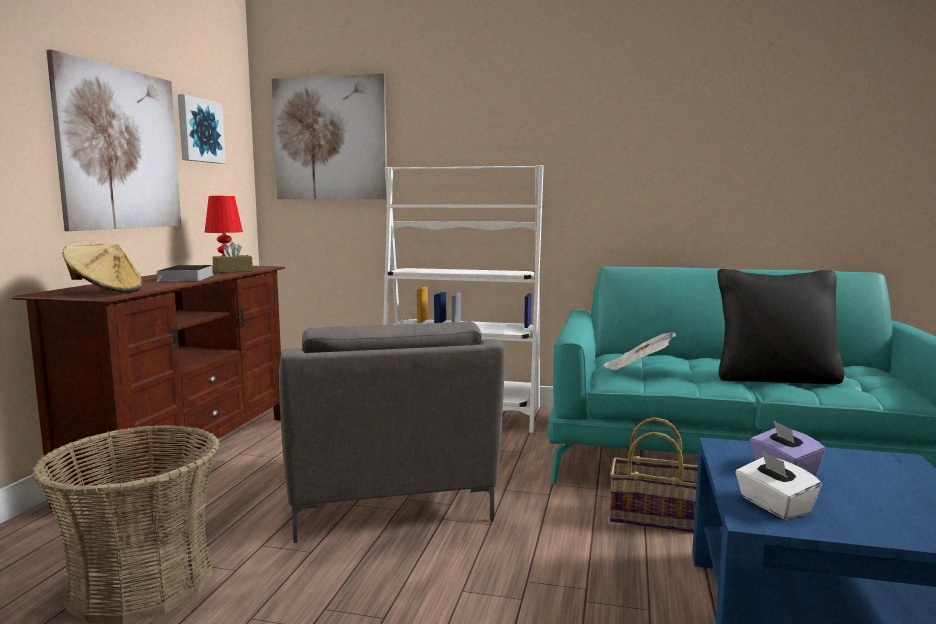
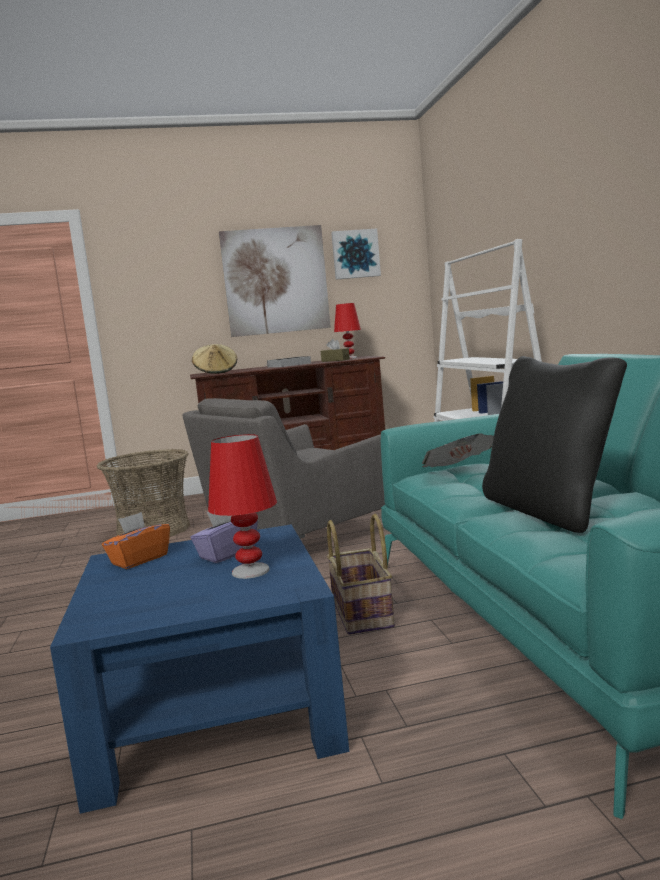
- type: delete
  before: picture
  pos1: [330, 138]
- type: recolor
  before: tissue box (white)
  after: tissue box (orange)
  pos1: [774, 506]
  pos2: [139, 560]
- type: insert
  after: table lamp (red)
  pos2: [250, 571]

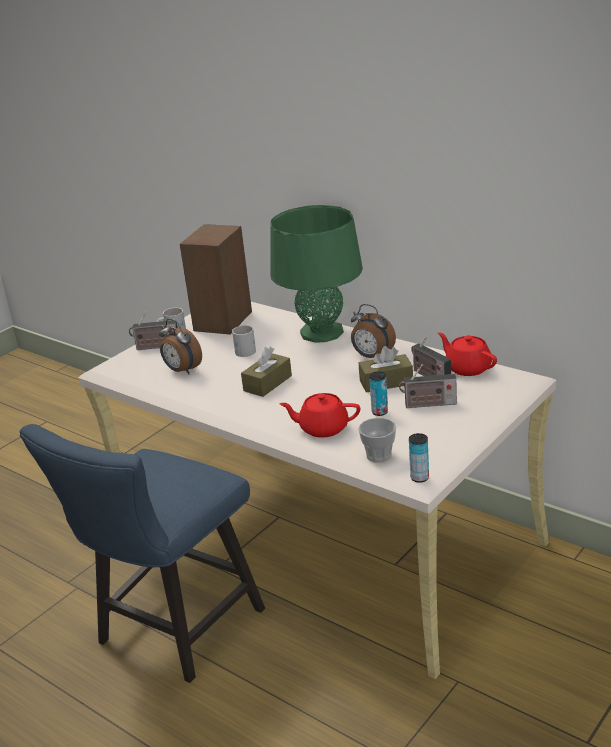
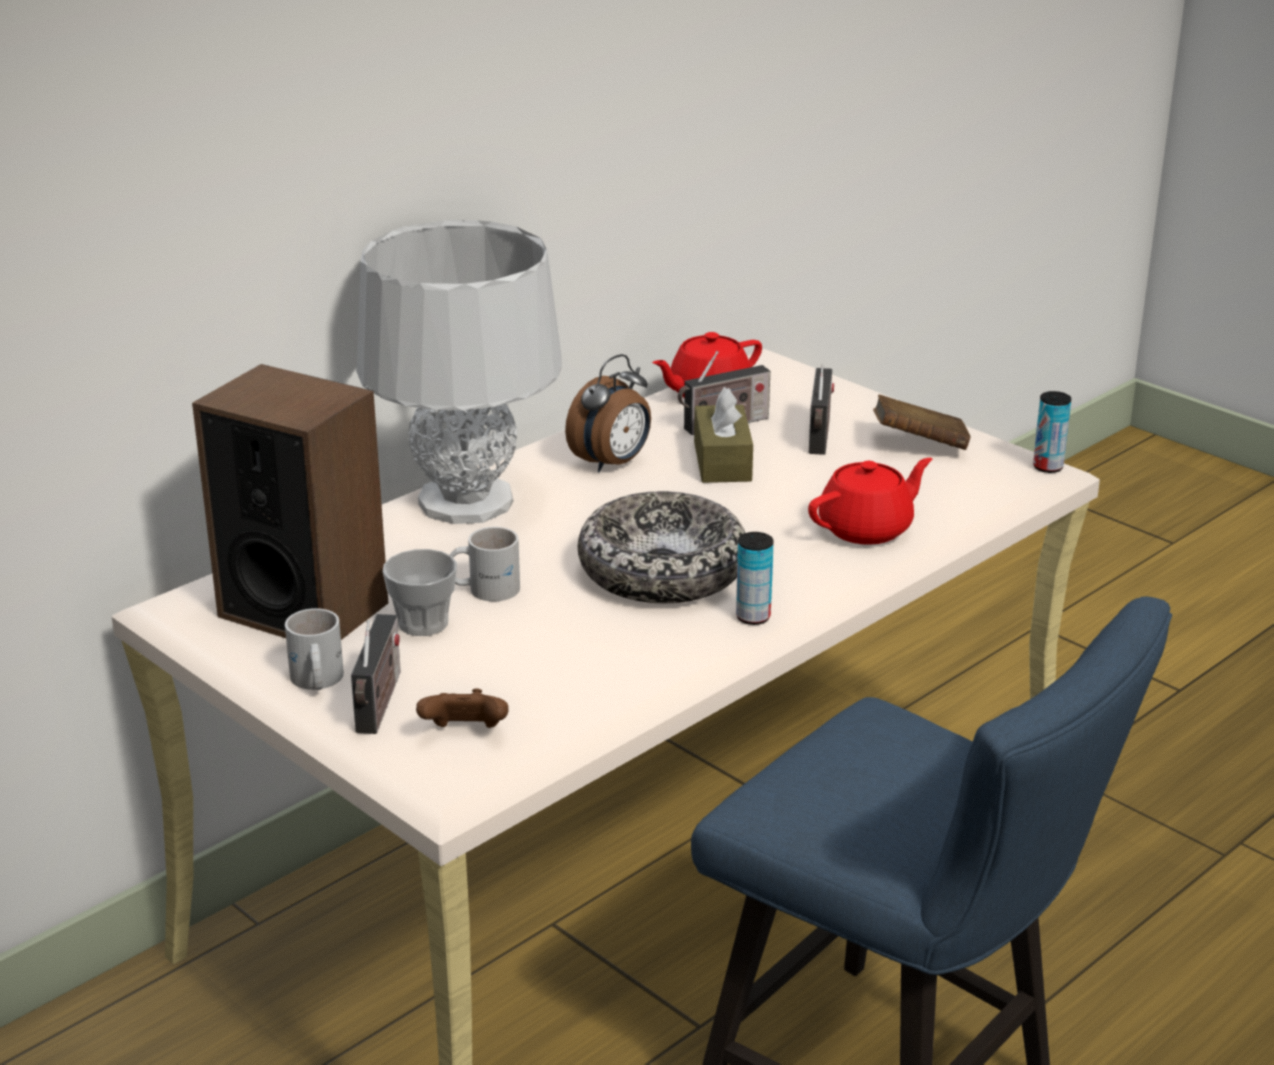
- type: delete
  before: alarm clock
  pos1: [182, 370]
- type: replace
  before: tissue box (brown)
  after: bowl
  pos1: [267, 383]
  pos2: [662, 571]
- type: recolor
  before: table lamp (green)
  after: table lamp (grey)
  pos1: [321, 332]
  pos2: [465, 501]
- type: rotate
  before: teapot (red)
  pos1: [323, 428]
  pos2: [867, 529]
  turn: -135
- type: move
  before: cup
  pos1: [379, 455]
  pos2: [423, 623]
- type: move
  before: can
  pos1: [379, 412]
  pos2: [753, 617]
- type: insert
  after: game controller (brown)
  pos2: [465, 733]
- type: insert
  after: book (brown)
  pos2: [919, 445]

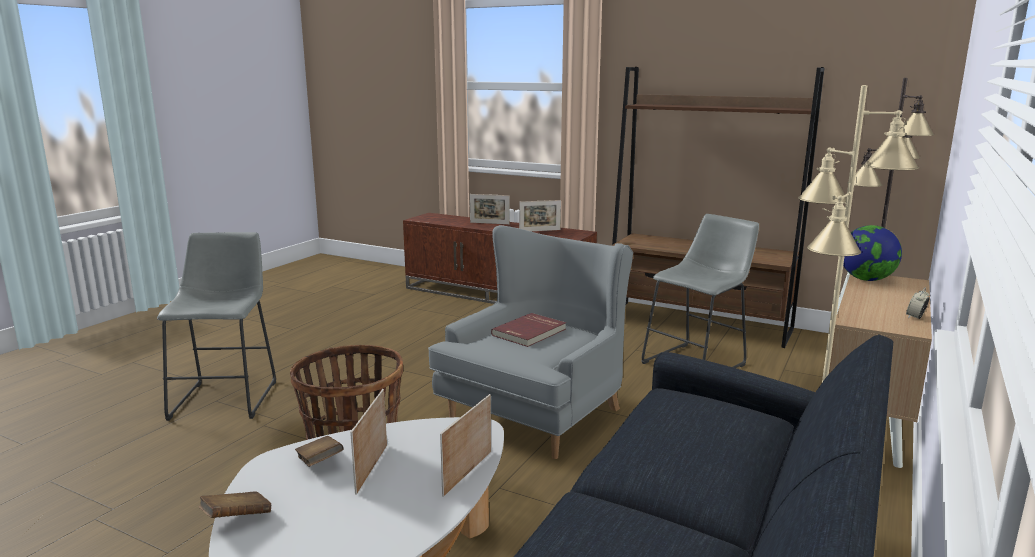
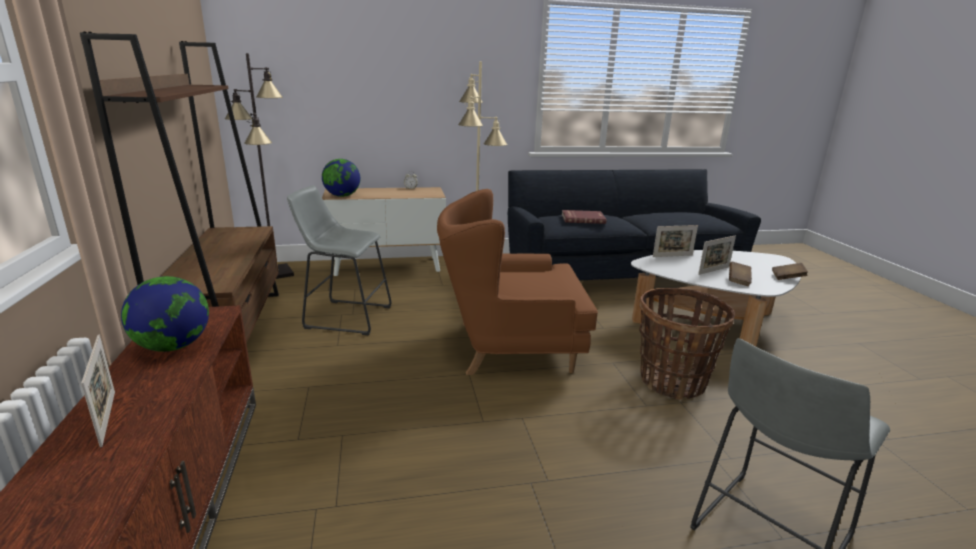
- type: recolor
  before: armchair (grey)
  after: armchair (brown)
  pos1: [538, 413]
  pos2: [509, 346]
- type: move
  before: book (red)
  pos1: [530, 332]
  pos2: [583, 218]
- type: replace
  before: picture frame
  after: globe
  pos1: [540, 230]
  pos2: [173, 346]

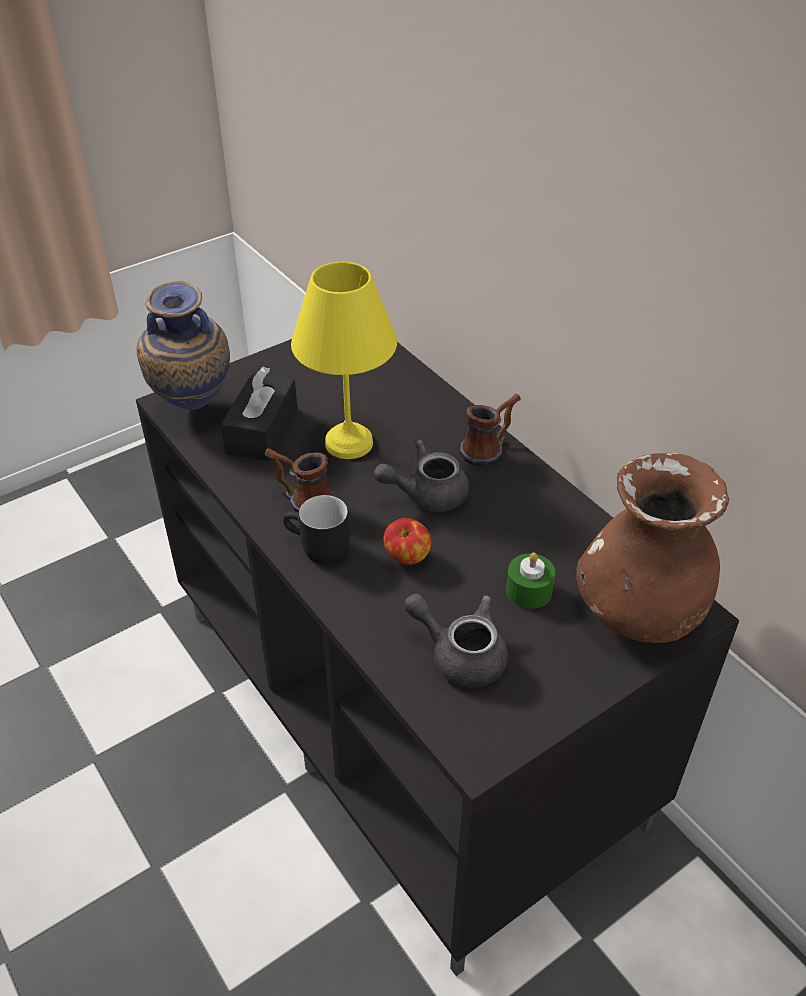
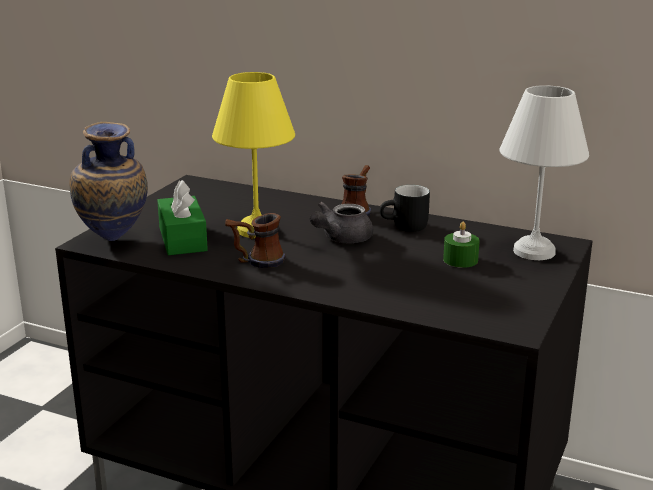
- type: recolor
  before: tissue box (black)
  after: tissue box (green)
  pos1: [262, 430]
  pos2: [182, 239]
- type: move
  before: mug (black)
  pos1: [317, 549]
  pos2: [405, 227]
- type: delete
  before: apple
  pos1: [407, 557]
- type: delete
  before: teapot (grey)
  pos1: [460, 654]
- type: replace
  before: vase (brown)
  after: table lamp (white)
  pos1: [639, 612]
  pos2: [535, 251]

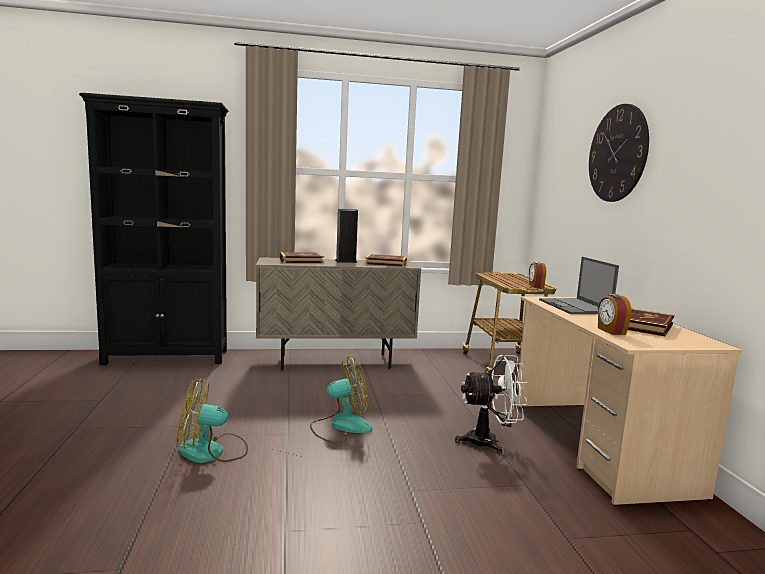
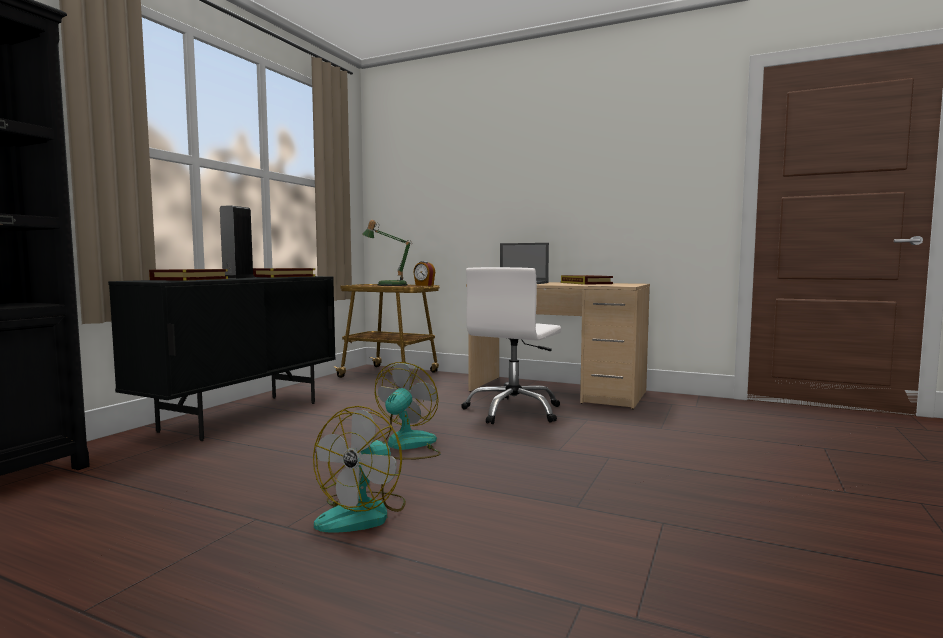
- type: recolor
  before: cabinet (beige)
  after: cabinet (black)
  pos1: [335, 362]
  pos2: [243, 416]
- type: replace
  before: fan (white)
  after: office chair (white)
  pos1: [489, 441]
  pos2: [513, 411]
- type: delete
  before: wall clock
  pos1: [617, 153]
- type: delete
  before: alarm clock
  pos1: [611, 331]
- type: insert
  after: table lamp
  pos2: [388, 285]

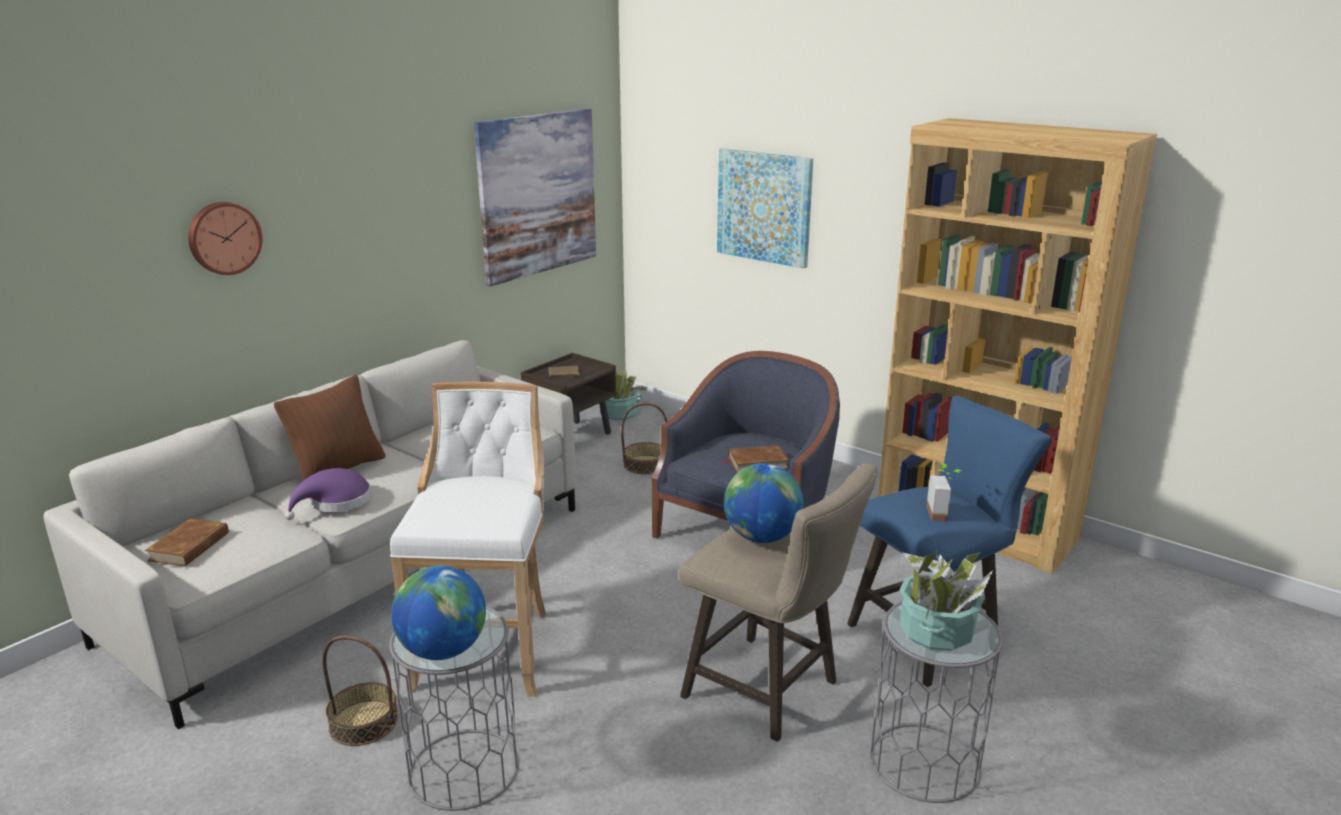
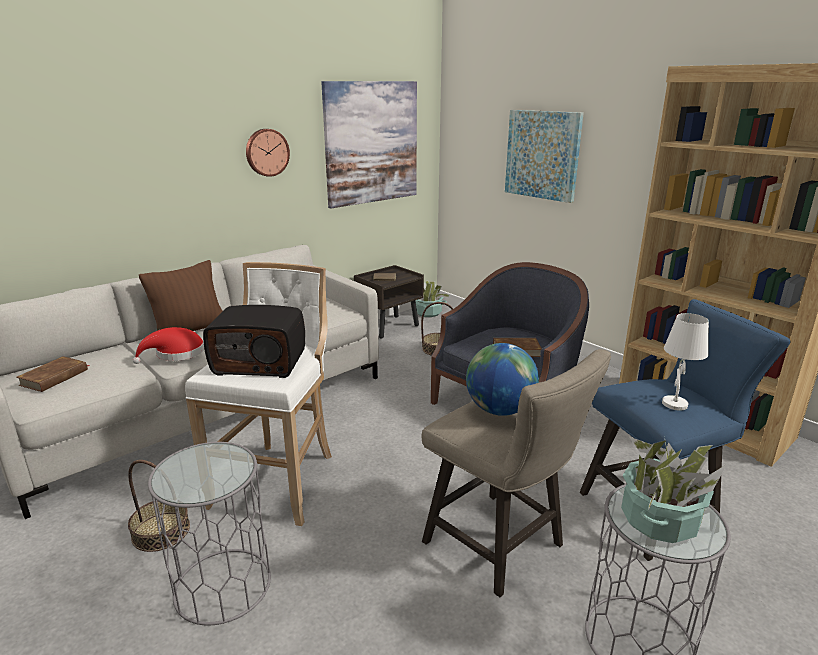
- type: move
  before: wall clock
  pos1: [223, 238]
  pos2: [266, 152]
- type: recolor
  before: hat (purple)
  after: hat (red)
  pos1: [335, 502]
  pos2: [176, 354]
- type: delete
  before: globe
  pos1: [443, 650]
- type: replace
  before: potted plant
  after: table lamp (white)
  pos1: [943, 513]
  pos2: [674, 403]
- type: insert
  after: radio
  pos2: [260, 363]

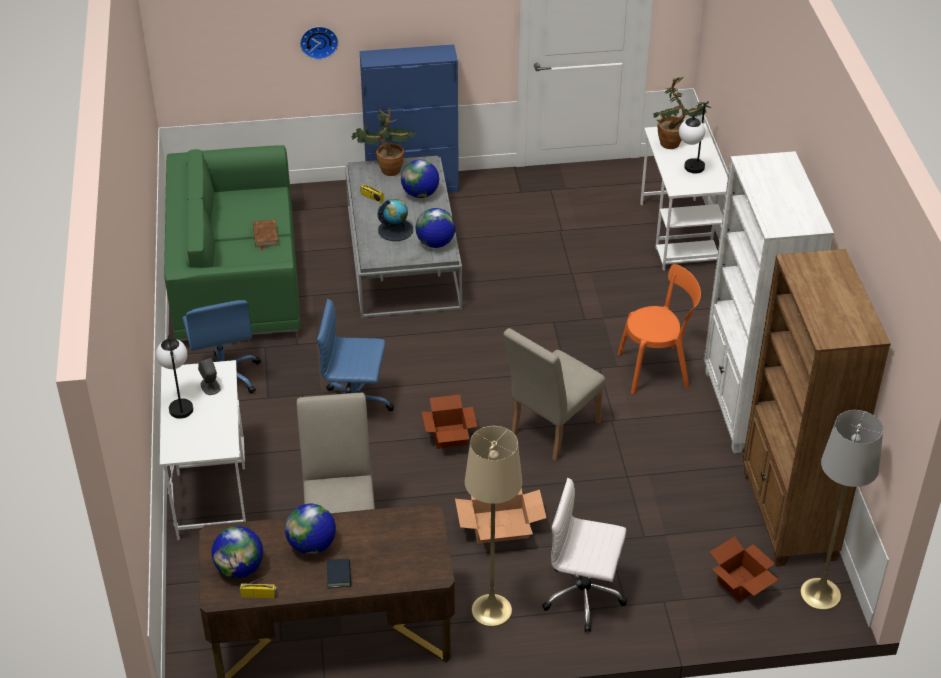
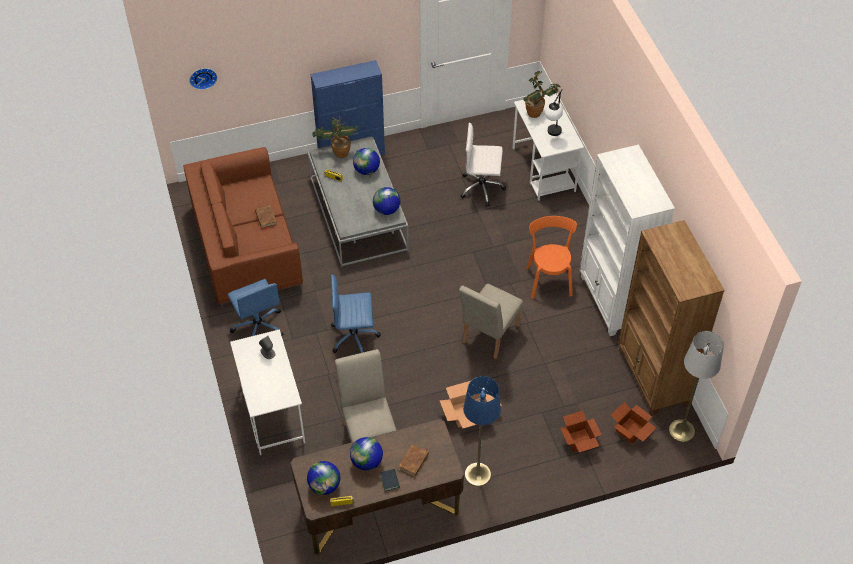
- type: delete
  before: table lamp
  pos1: [179, 403]
- type: recolor
  before: sofa (green)
  after: sofa (brown)
  pos1: [235, 277]
  pos2: [245, 246]
- type: move
  before: wall clock
  pos1: [319, 41]
  pos2: [202, 77]
- type: delete
  before: globe
  pos1: [395, 230]
- type: move
  before: cardboard box
  pos1: [449, 437]
  pos2: [579, 441]
- type: recolor
  before: floor lamp (beige)
  after: floor lamp (blue)
  pos1: [491, 611]
  pos2: [477, 474]
- type: move
  before: office chair (white)
  pos1: [585, 596]
  pos2: [482, 188]
- type: rotate
  before: chair (orange)
  pos1: [657, 369]
  pos2: [548, 279]
  turn: -75
- type: insert
  after: book (brown)
  pos2: [413, 461]

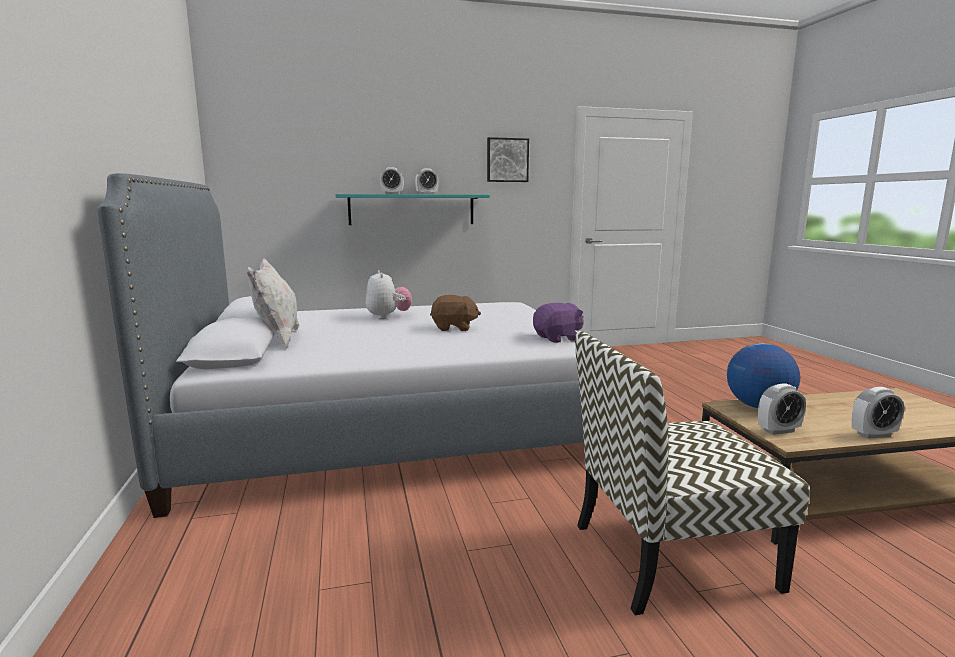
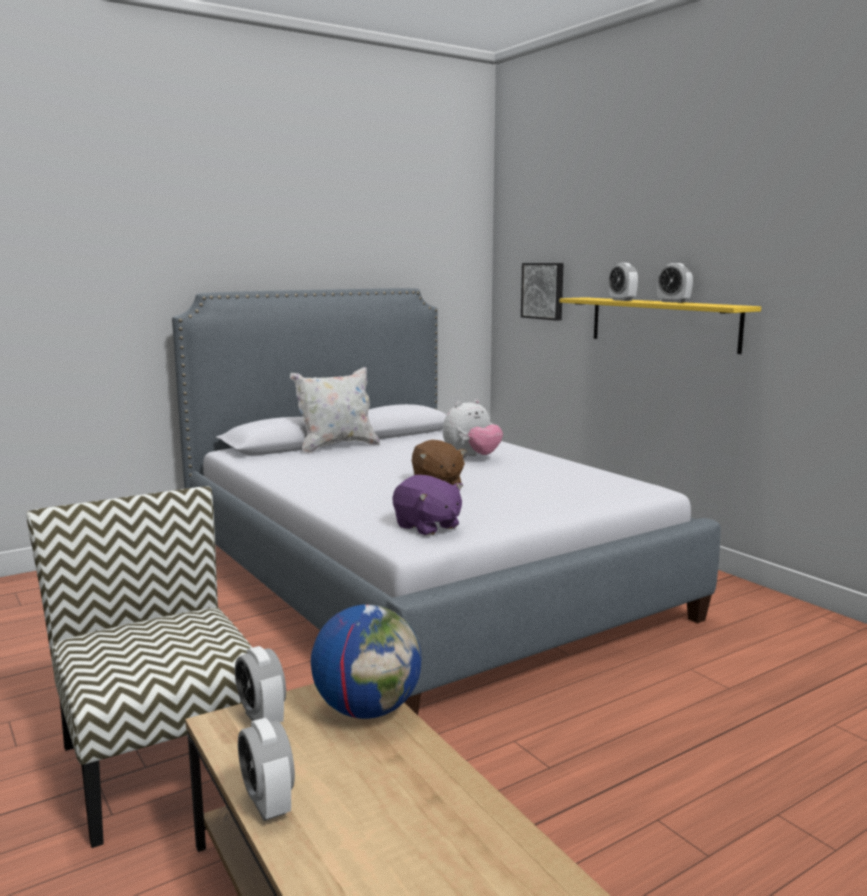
- type: recolor
  before: shelf (turquoise)
  after: shelf (yellow)
  pos1: [412, 209]
  pos2: [662, 323]
- type: move
  before: picture
  pos1: [507, 160]
  pos2: [543, 291]

